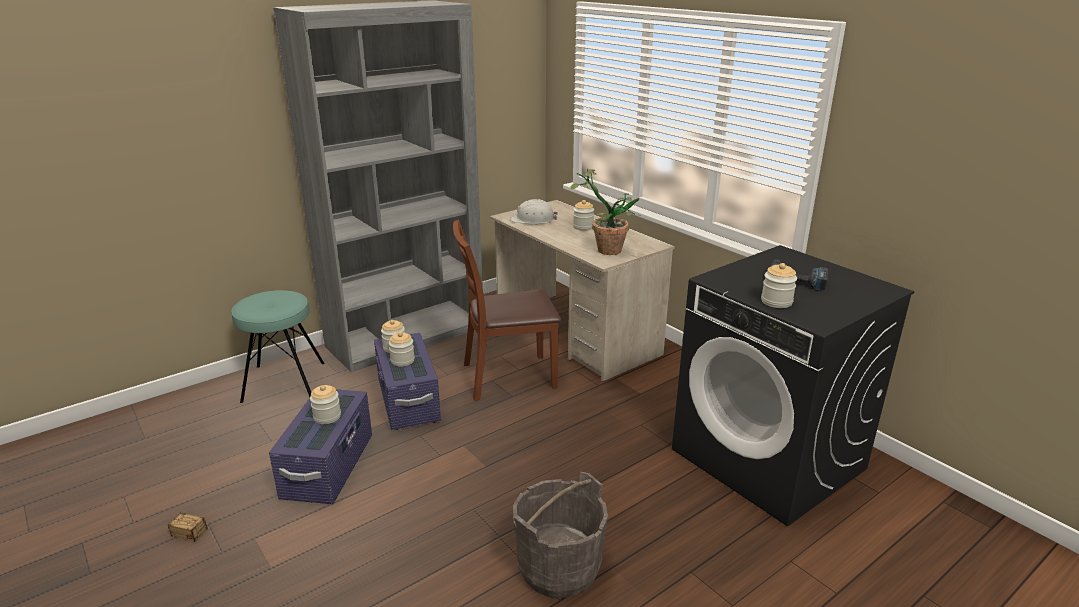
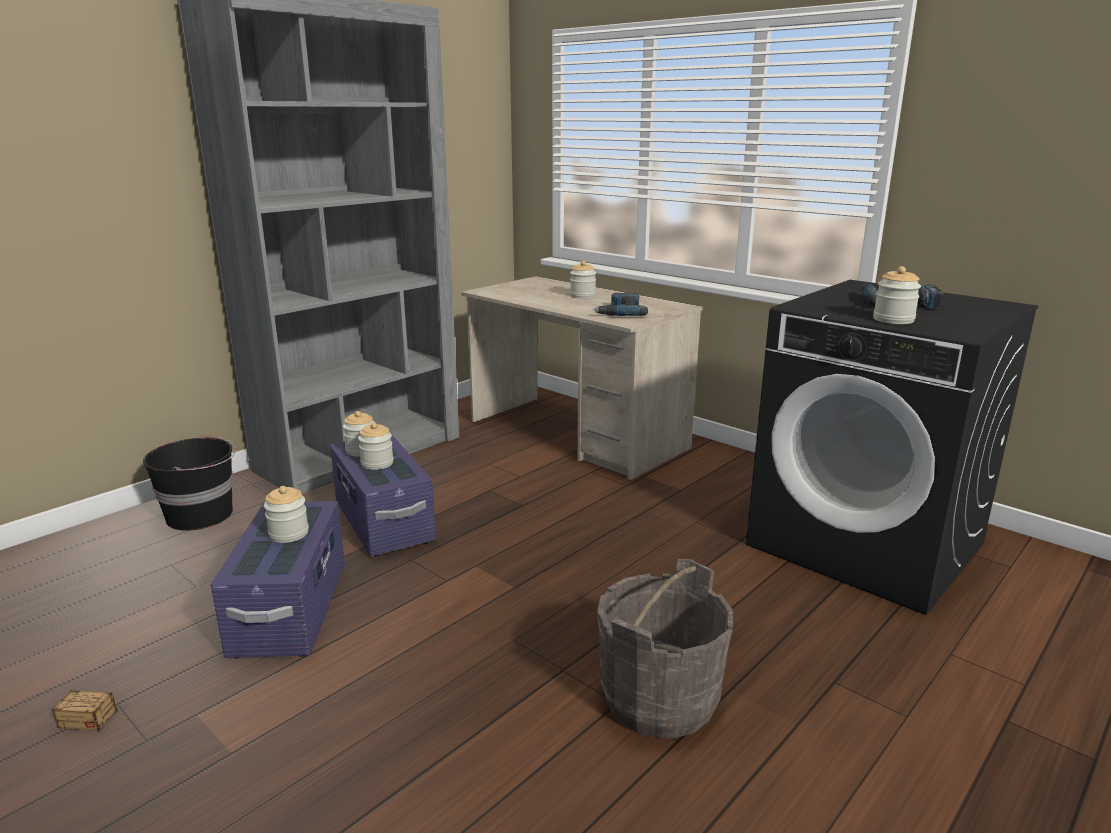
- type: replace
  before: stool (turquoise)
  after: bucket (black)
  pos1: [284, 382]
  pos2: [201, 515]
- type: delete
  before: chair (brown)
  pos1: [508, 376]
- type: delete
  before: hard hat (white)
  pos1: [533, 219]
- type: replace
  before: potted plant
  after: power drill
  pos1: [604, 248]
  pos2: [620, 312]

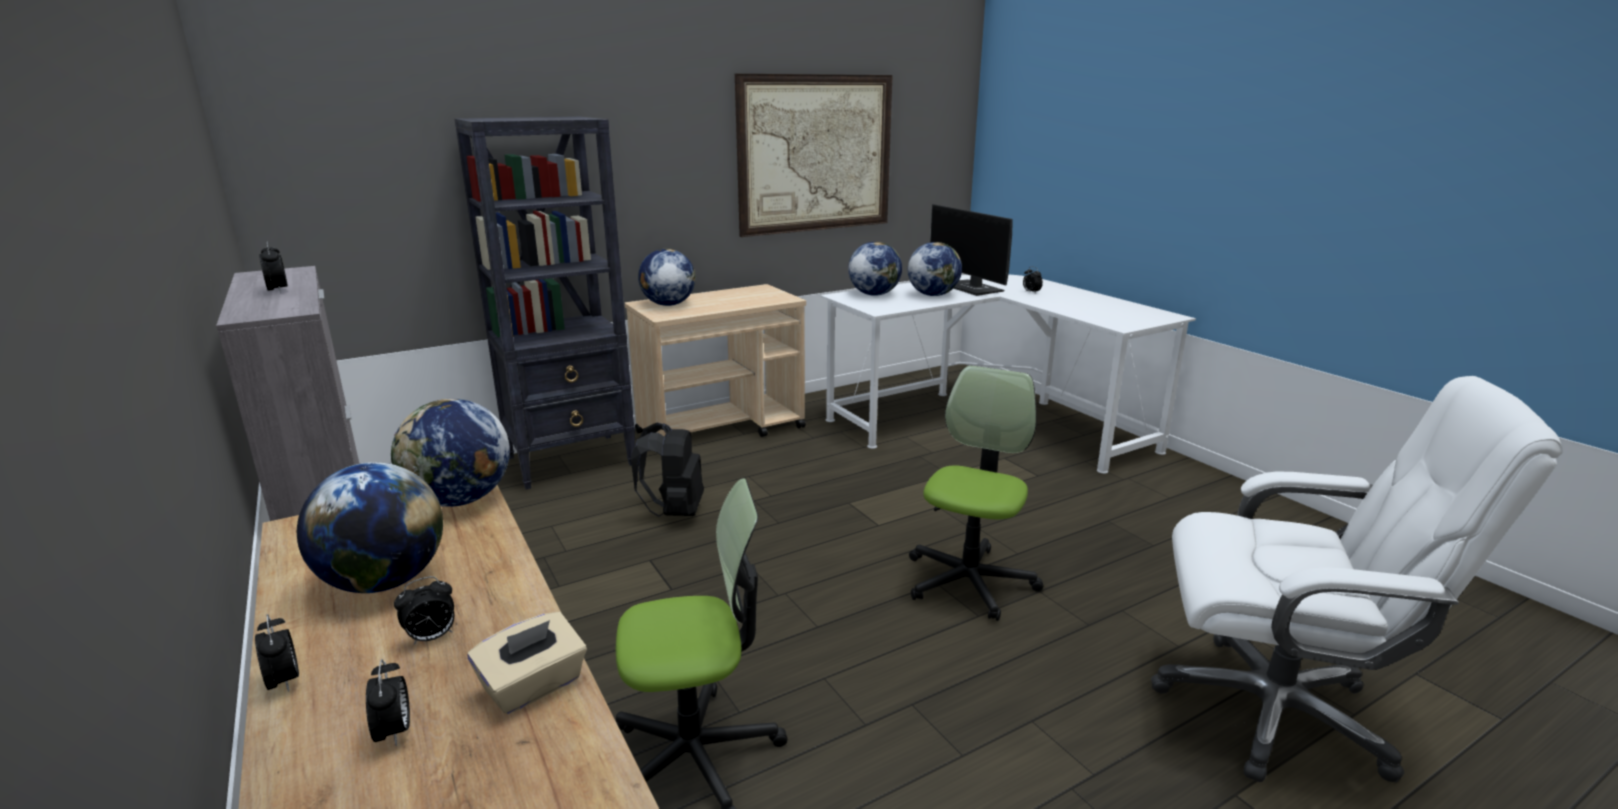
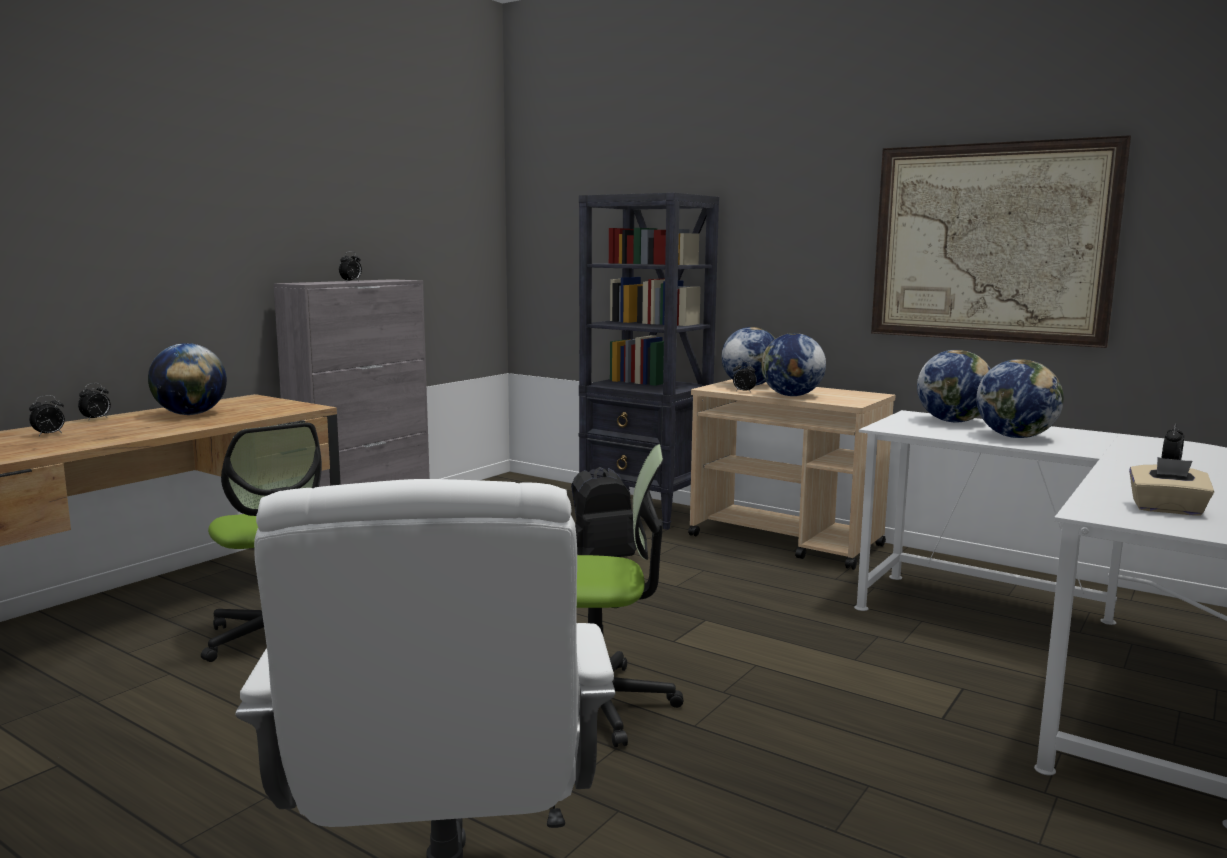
- type: move
  before: globe
  pos1: [460, 500]
  pos2: [791, 396]
- type: move
  before: alarm clock
  pos1: [431, 638]
  pos2: [743, 391]
- type: move
  before: tissue box (beige)
  pos1: [534, 686]
  pos2: [1167, 509]
- type: delete
  before: monitor
  pos1: [973, 288]

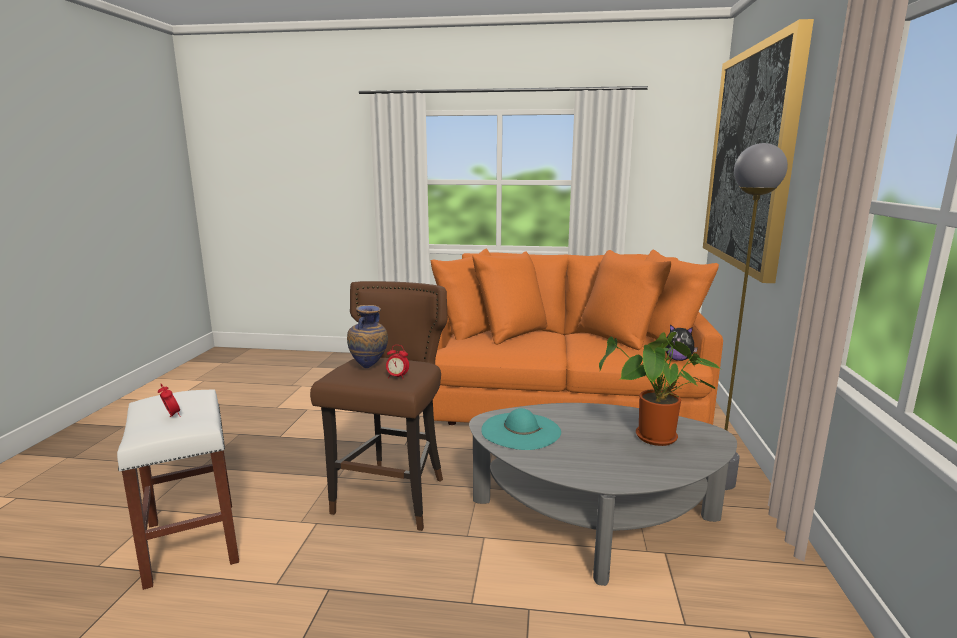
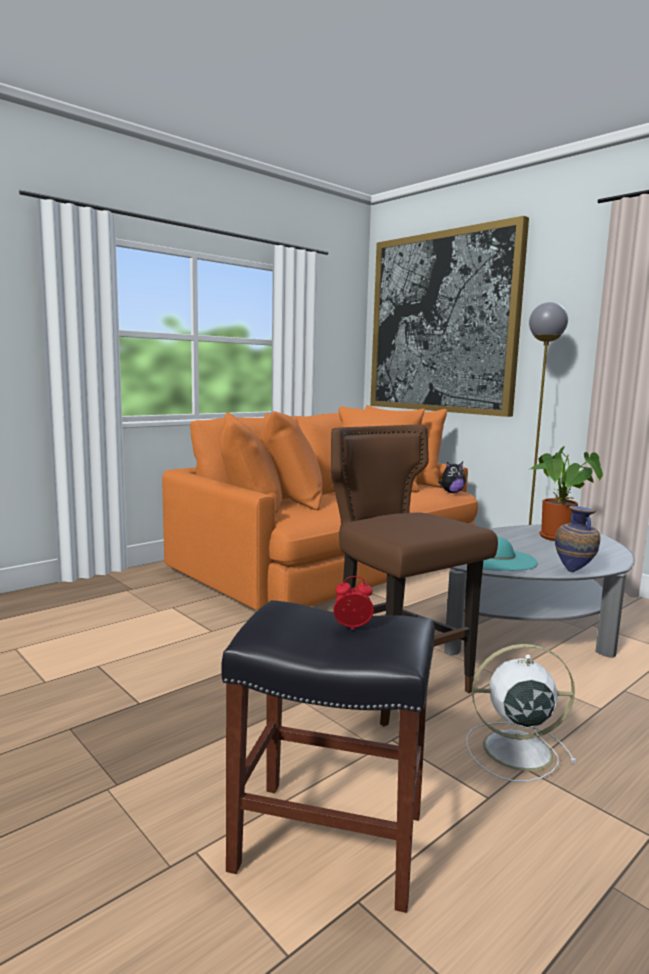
- type: recolor
  before: stool (white)
  after: stool (black)
  pos1: [191, 541]
  pos2: [326, 841]
- type: move
  before: vase
  pos1: [369, 368]
  pos2: [574, 571]
- type: delete
  before: alarm clock
  pos1: [397, 377]
- type: insert
  after: fan (white)
  pos2: [514, 750]

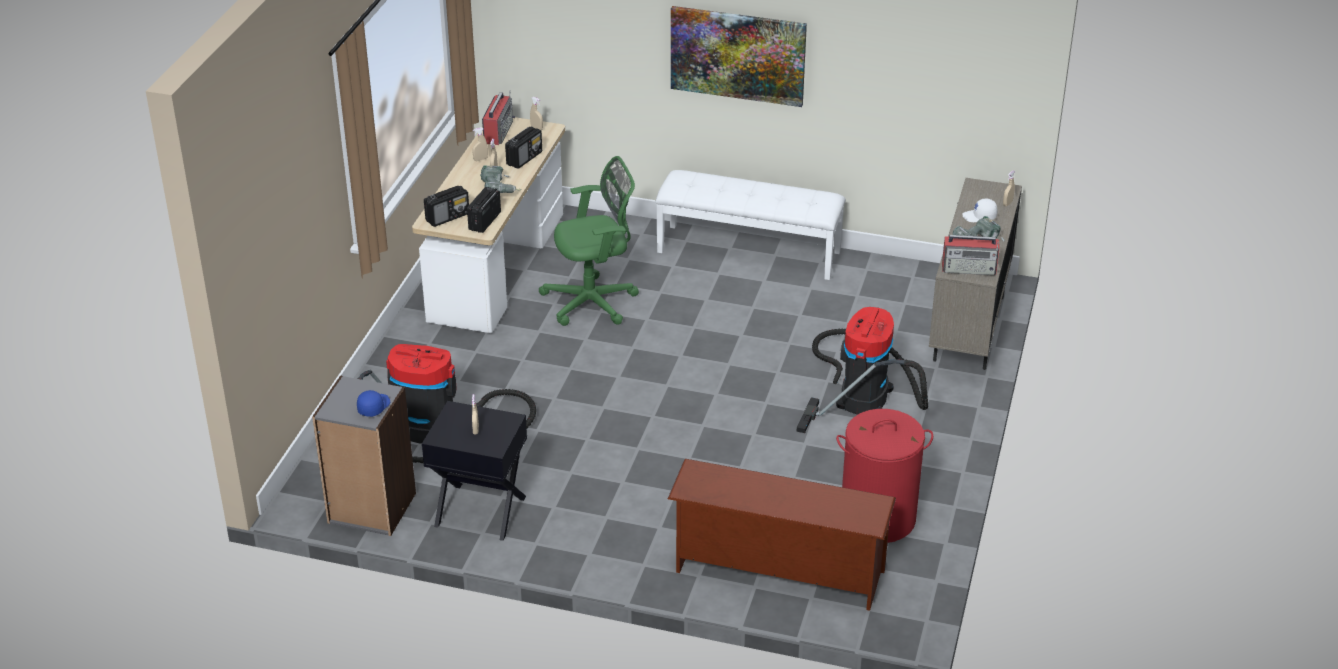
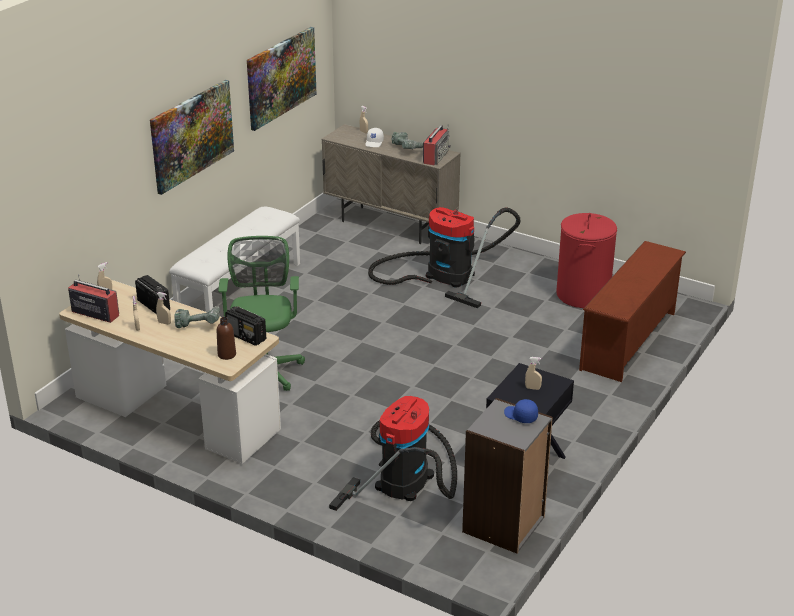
- type: replace
  before: radio
  after: bottle (brown)
  pos1: [448, 217]
  pos2: [227, 355]
- type: insert
  after: picture
  pos2: [281, 77]

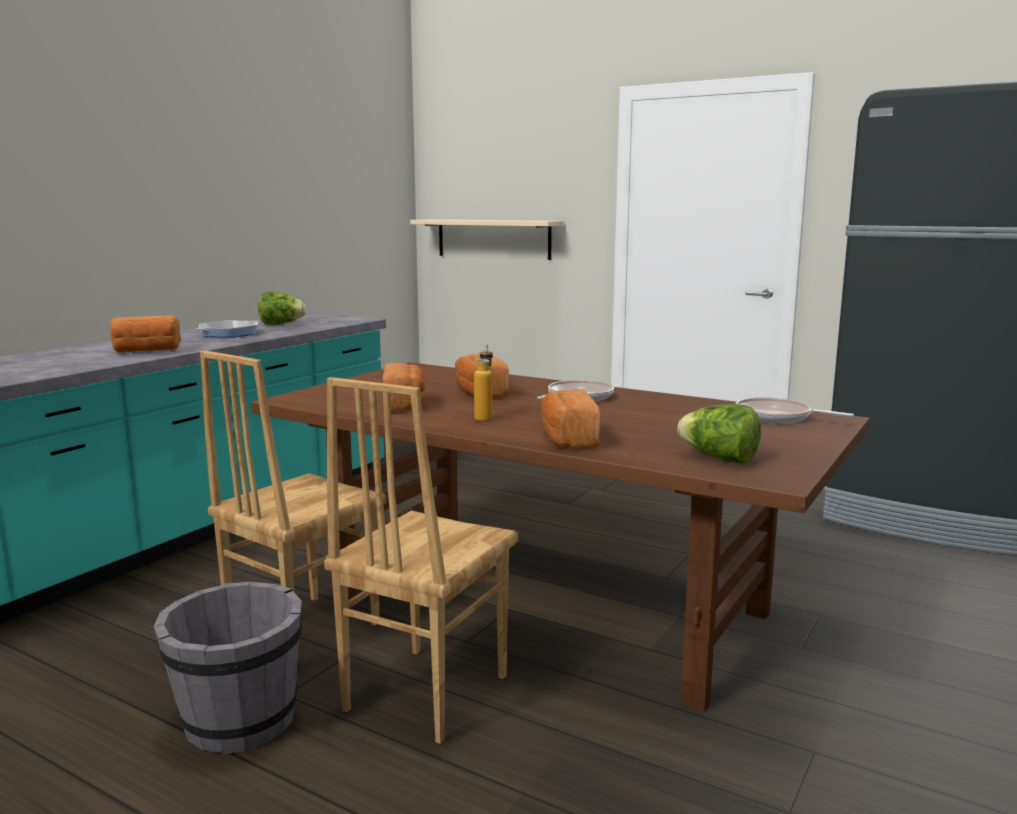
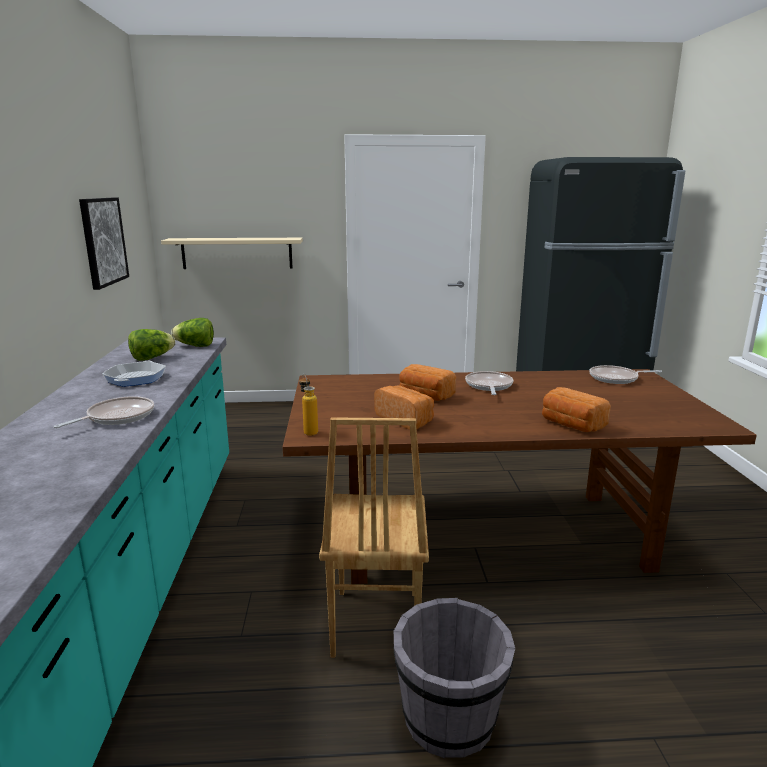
- type: replace
  before: bread
  after: frying pan
  pos1: [146, 351]
  pos2: [117, 417]
- type: delete
  before: chair (brown)
  pos1: [423, 693]
- type: move
  before: bottle
  pos1: [484, 418]
  pos2: [309, 431]
- type: move
  before: lettuce
  pos1: [719, 459]
  pos2: [195, 346]
- type: insert
  after: picture
  pos2: [103, 241]

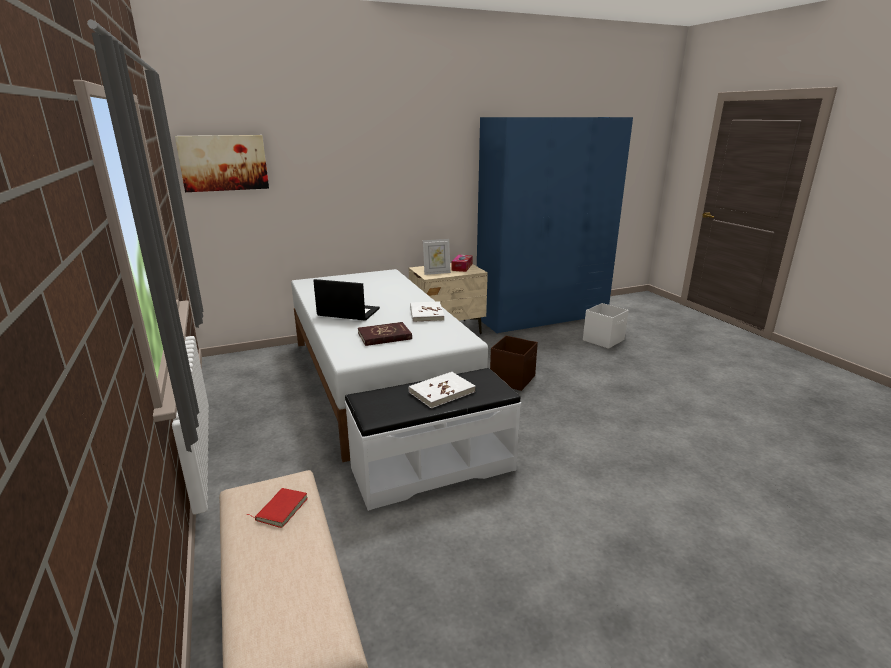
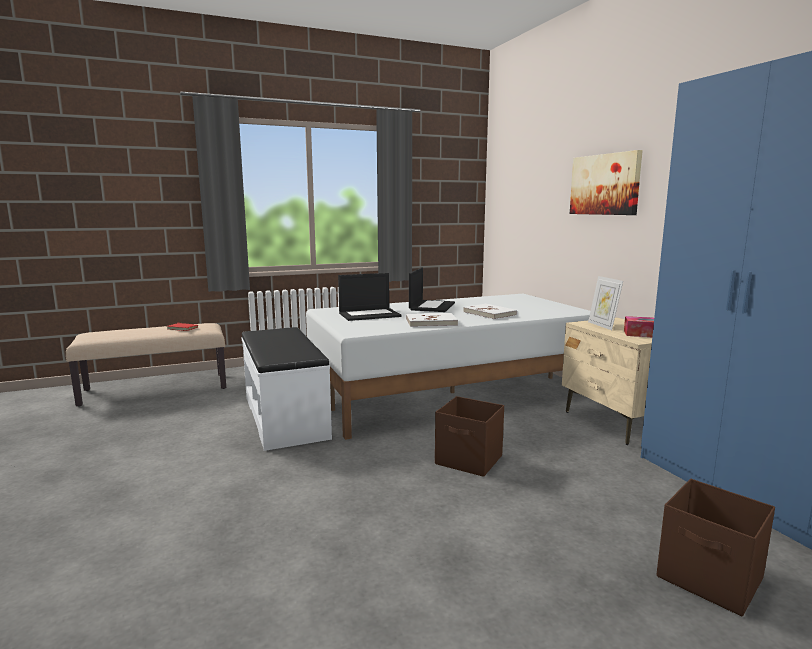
- type: move
  before: picture
  pos1: [223, 163]
  pos2: [605, 184]
- type: replace
  before: book (red)
  after: laptop
  pos1: [384, 336]
  pos2: [370, 314]
- type: move
  before: book (white)
  pos1: [441, 392]
  pos2: [489, 314]
- type: recolor
  before: storage box (white)
  after: storage box (brown)
  pos1: [604, 340]
  pos2: [710, 579]

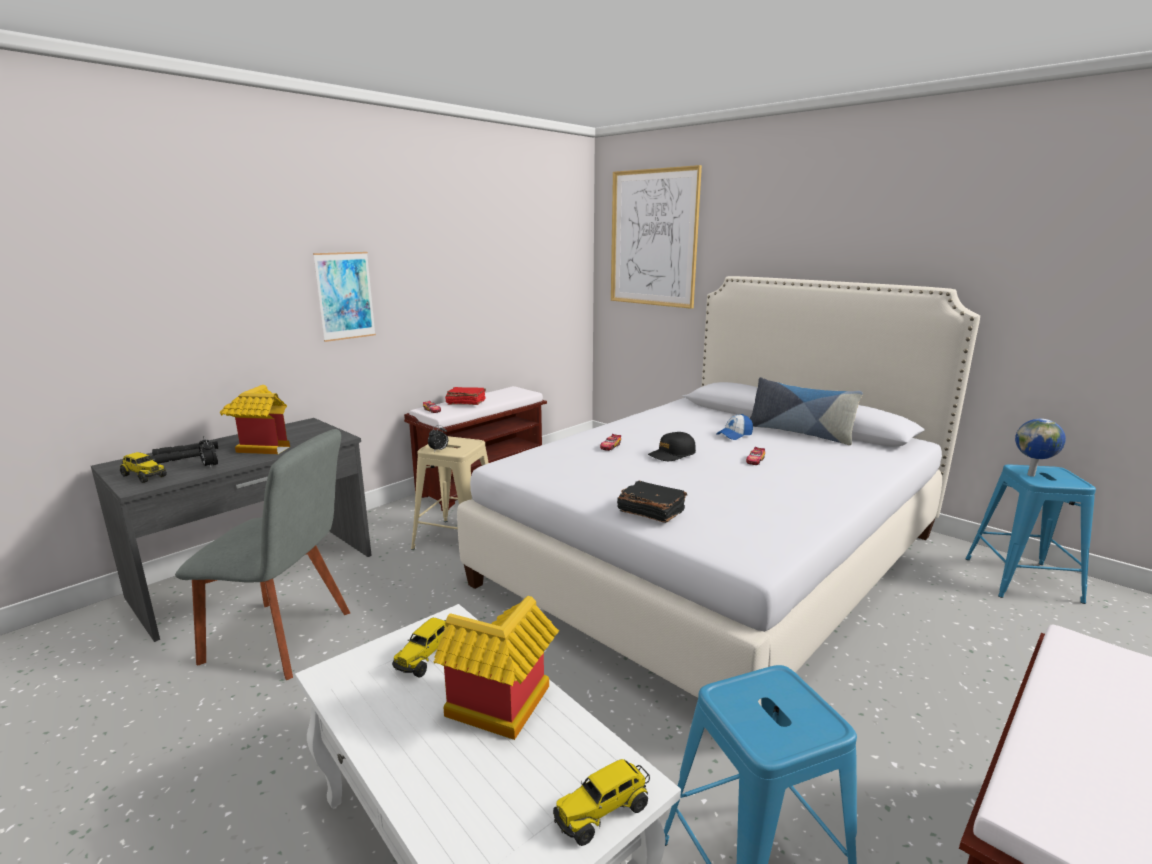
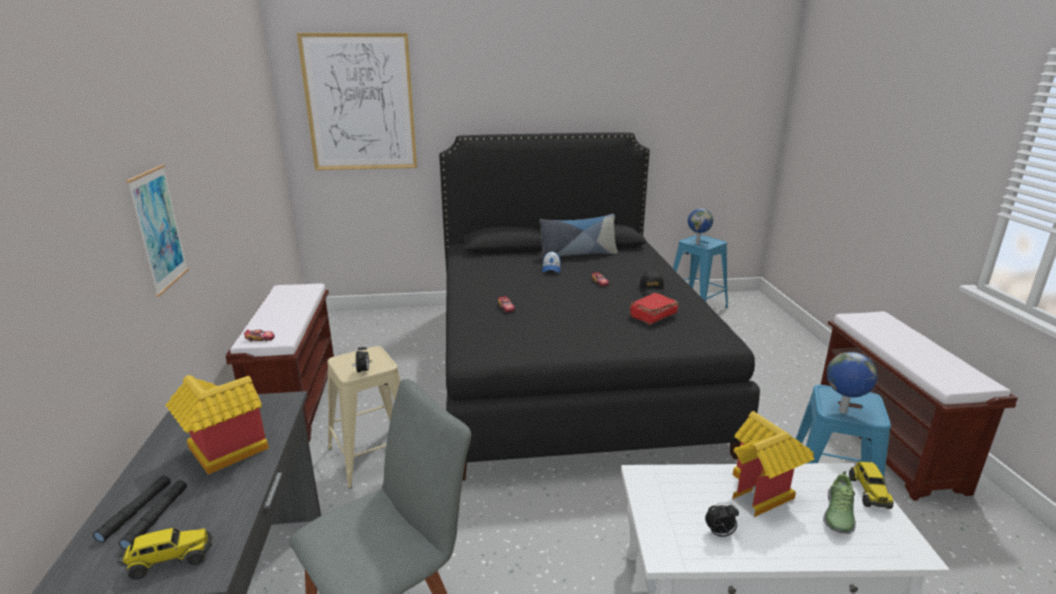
- type: move
  before: alarm clock
  pos1: [210, 466]
  pos2: [719, 534]
- type: delete
  before: toy truck
  pos1: [427, 656]
- type: move
  before: book (red)
  pos1: [465, 403]
  pos2: [652, 316]
- type: recolor
  before: bed (white)
  after: bed (black)
  pos1: [715, 558]
  pos2: [565, 367]
- type: delete
  before: book (black)
  pos1: [650, 512]
- type: move
  before: cap (black)
  pos1: [672, 454]
  pos2: [651, 289]
- type: insert
  after: shoe
  pos2: [838, 514]
- type: insert
  after: globe
  pos2: [842, 412]

